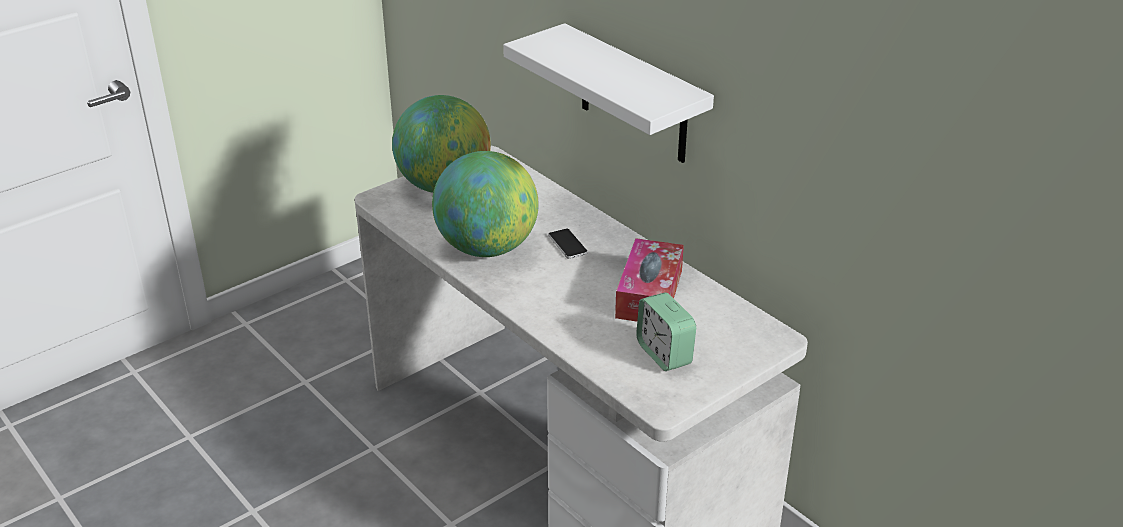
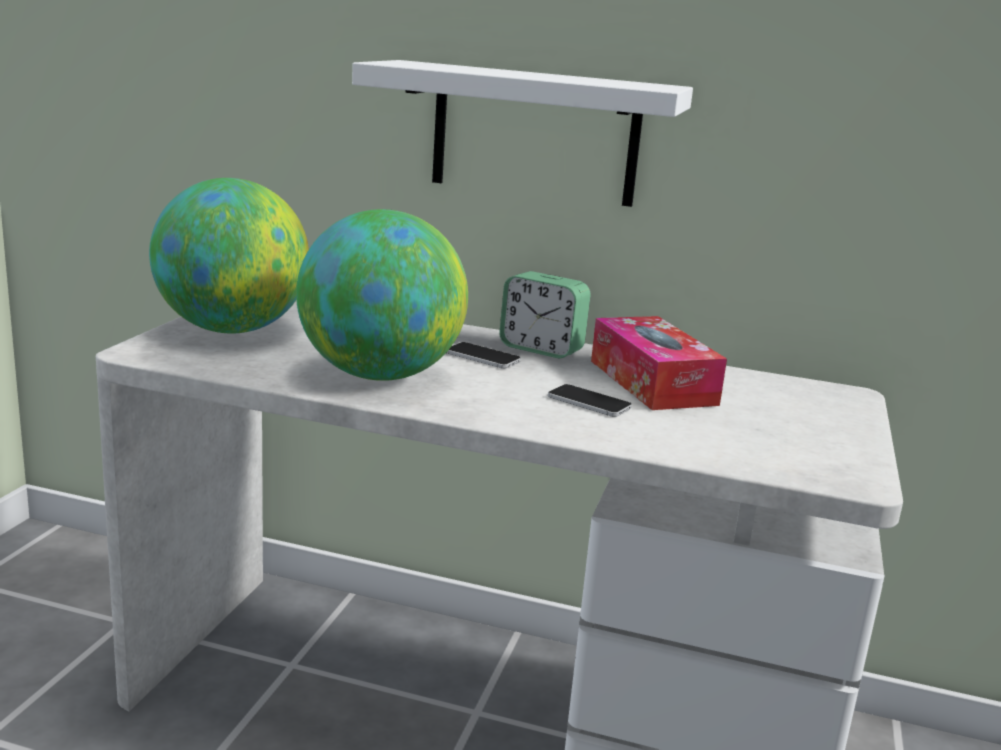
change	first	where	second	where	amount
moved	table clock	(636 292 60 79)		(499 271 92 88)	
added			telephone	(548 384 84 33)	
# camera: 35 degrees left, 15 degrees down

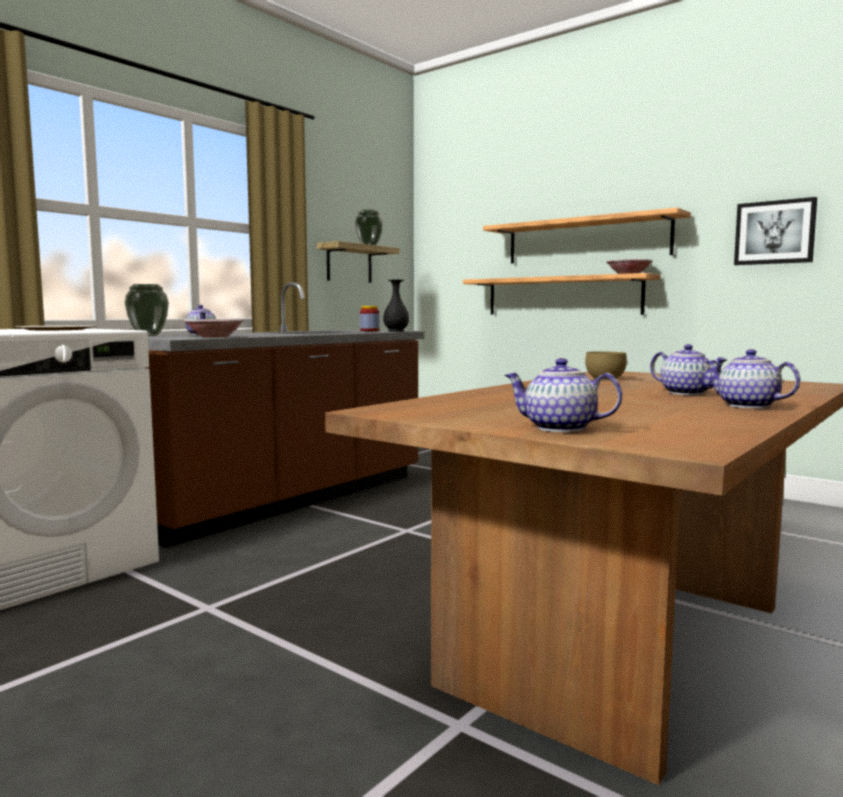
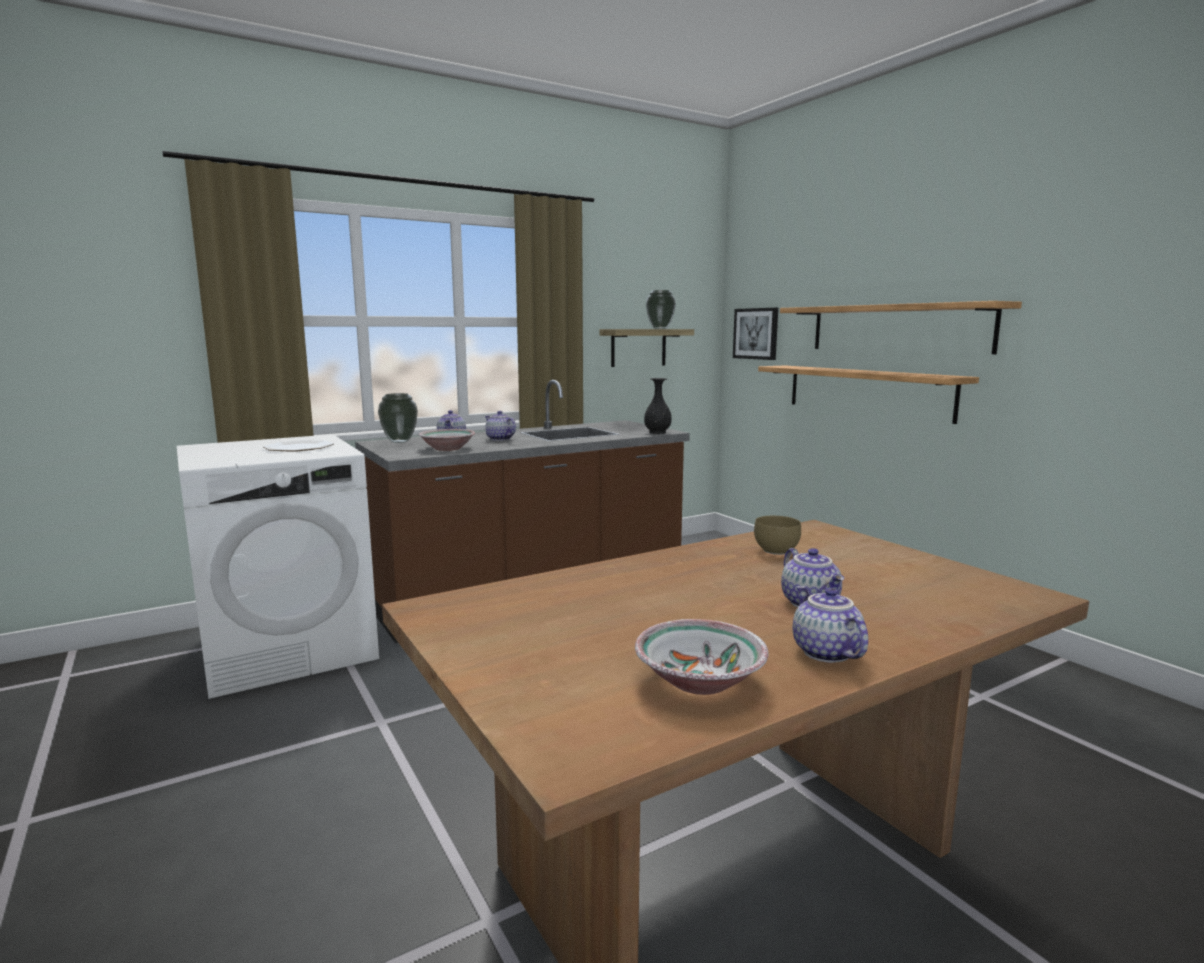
change	first	where	second	where	amount
moved	wall art	(734 197 83 68)		(733 308 45 52)	
moved	bowl	(606 259 47 15)		(635 619 134 76)	
removed	preserve jar	(360 306 20 25)			
moved	tea pot	(504 358 118 74)		(485 411 31 30)	
# camera: 20 degrees right, 5 degrees up

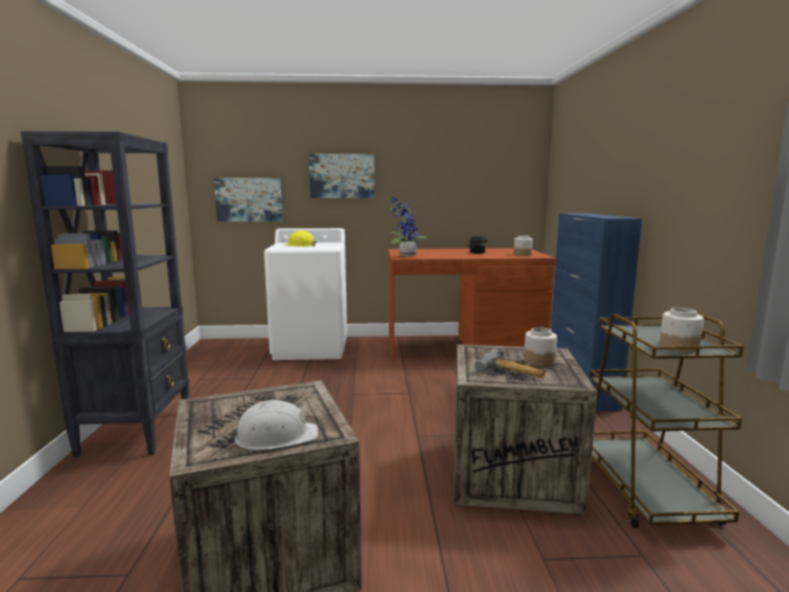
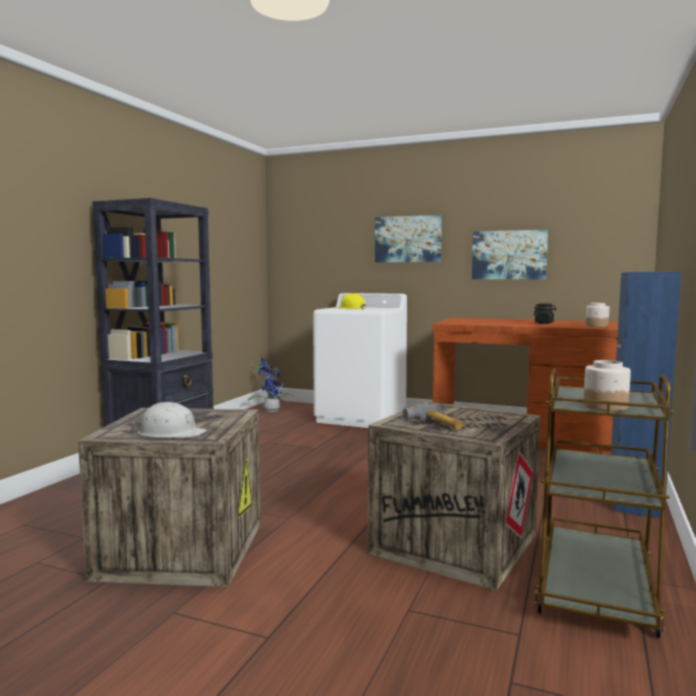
change	first	where	second	where	amount
moved	wall art	(214 178 68 44)		(472 230 76 49)	
moved	potted plant	(390 197 37 59)		(247 357 45 55)	
removed	preserve jar	(524 327 33 40)			
# camera: 25 degrees right, 5 degrees down

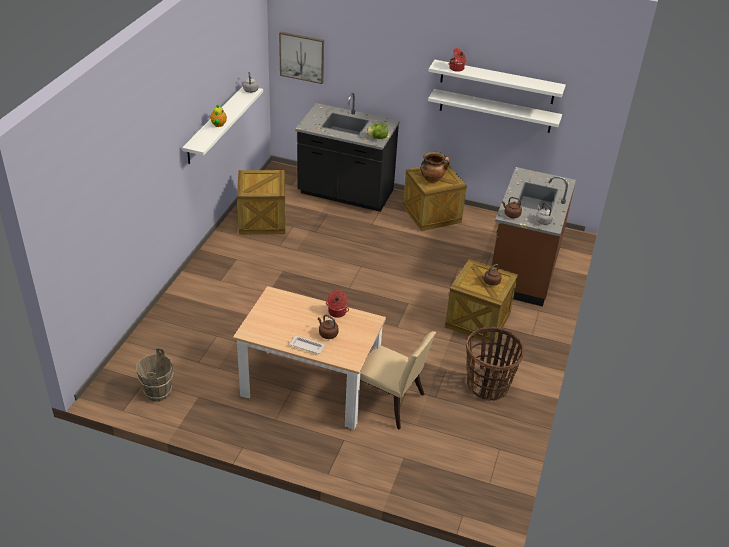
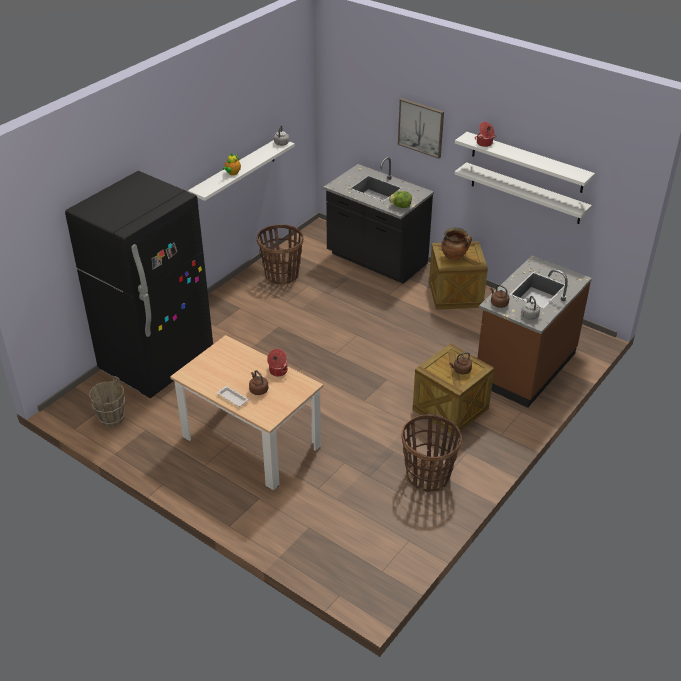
change	first	where	second	where	amount
moved	wall art	(279 32 45 52)		(398 98 46 61)	
replaced	crate	(237 170 48 65)	storage basket	(257 224 46 61)	
removed	beige plain chair	(360 331 76 99)			
added			blackish fridge	(65 171 148 227)	
# camera: 20 degrees right, 0 degrees up

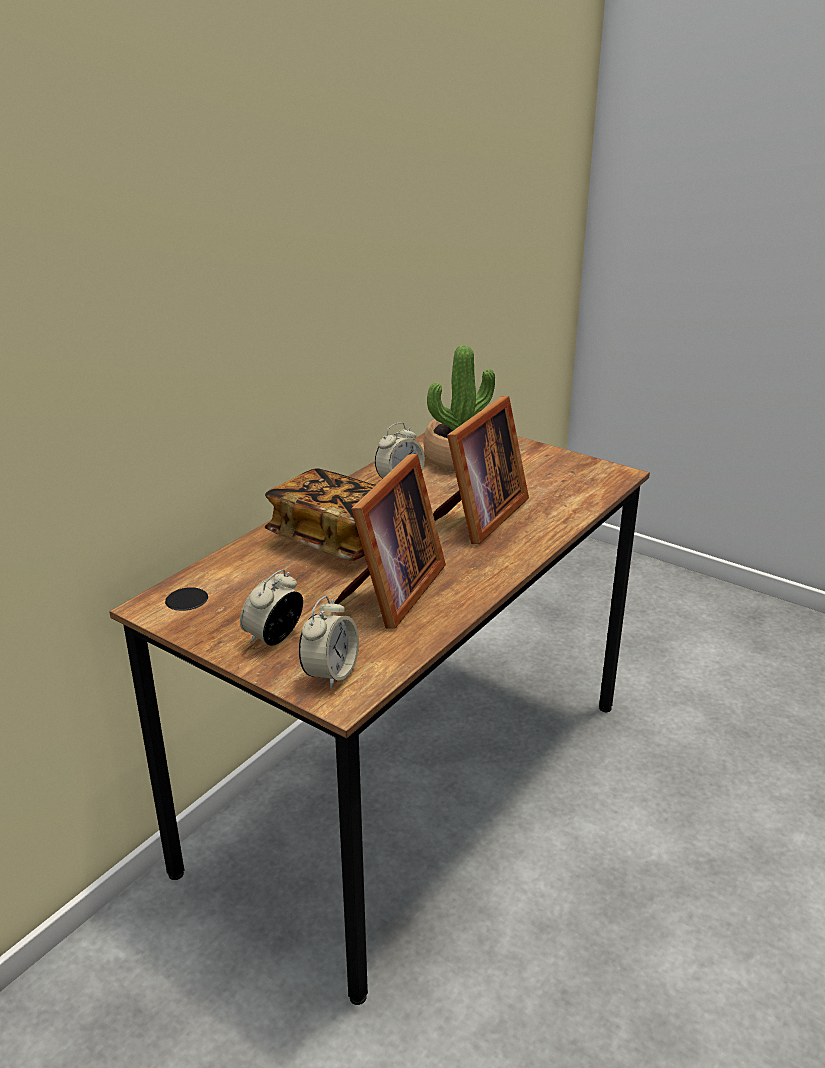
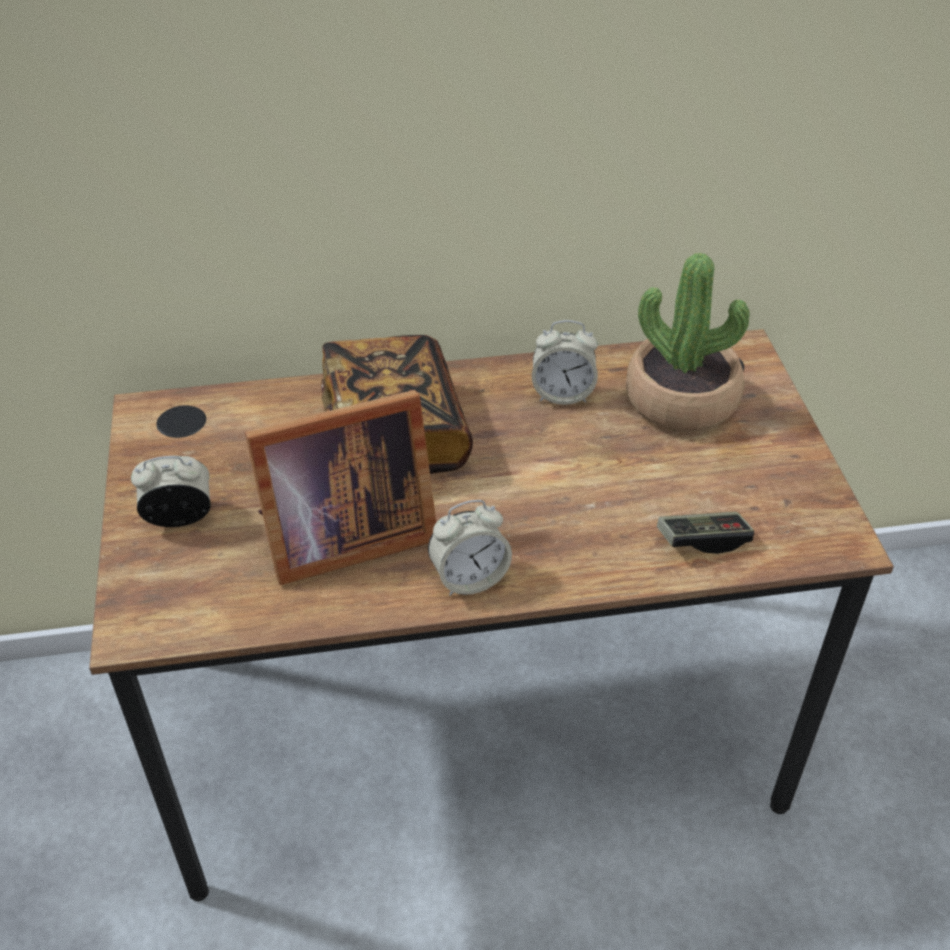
change	first	where	second	where	amount
removed	photo frame	(433 396 96 148)			
moved	table clock	(299 596 60 93)		(428 500 84 96)	
added			game controller	(657 512 97 42)	
# camera: 45 degrees right, 15 degrees up

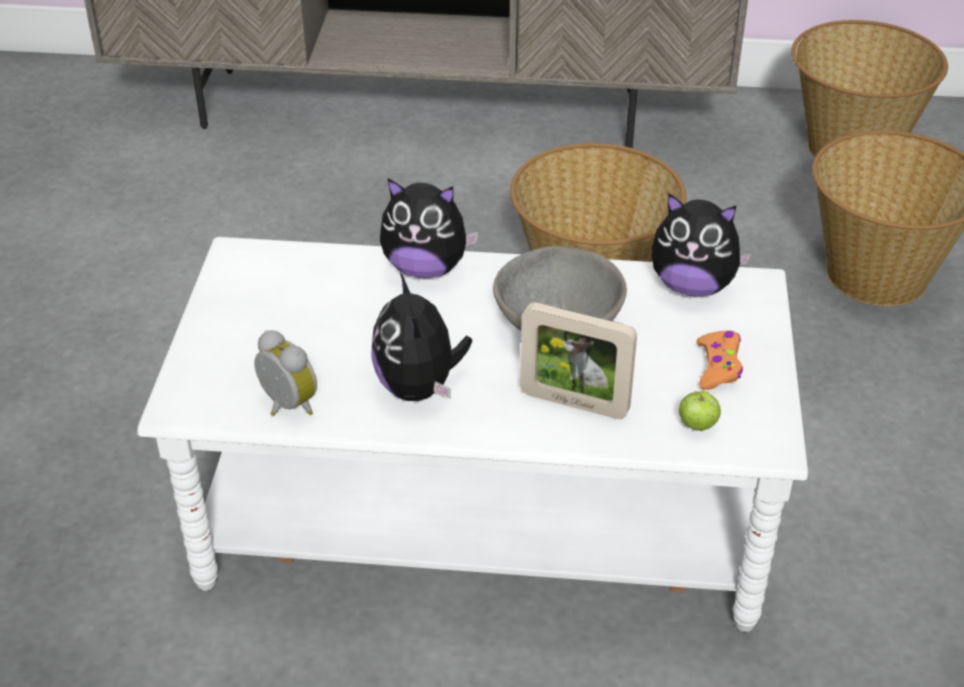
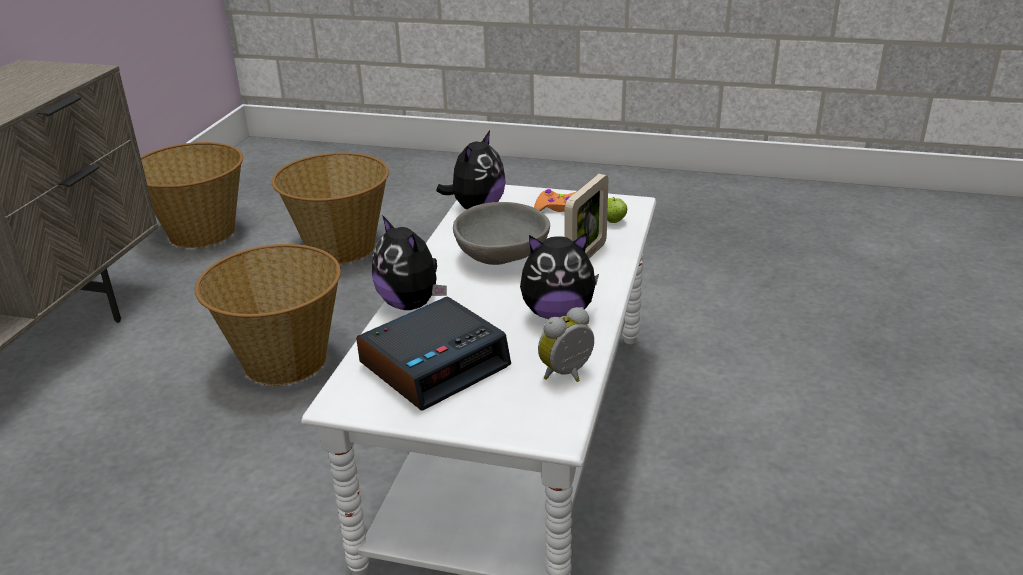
change	first	where	second	where	amount
turned	soft toy	(380 178 99 100)		(372 215 75 95)	120 degrees clockwise
added			table clock	(356 297 155 113)	
# camera: 80 degrees left, 10 degrees down

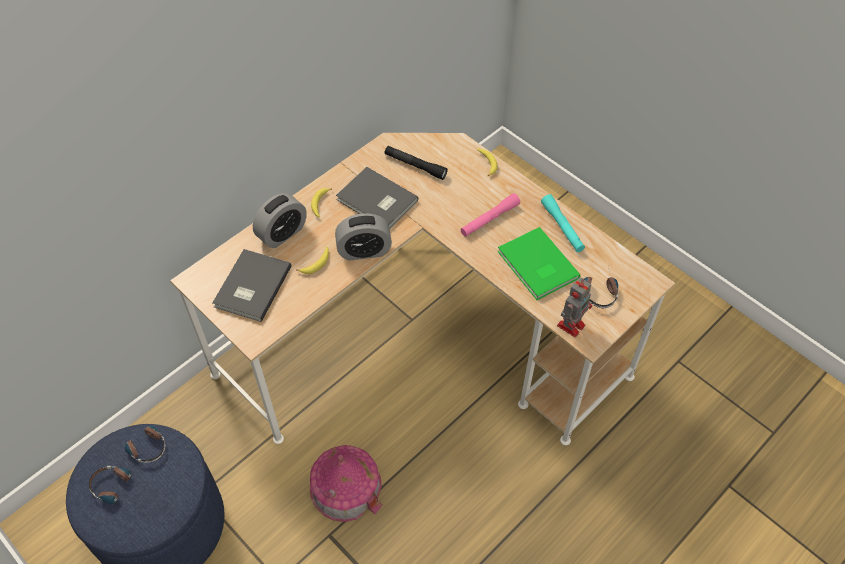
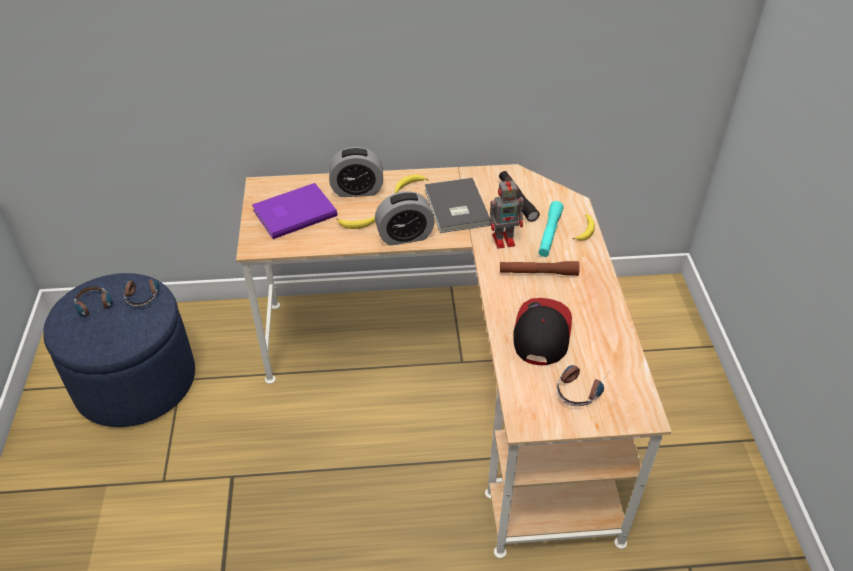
change	first	where	second	where	amount
recoloured	pinkish torch	(460 193 60 44)	brownish torch	(500 261 80 15)	
moved	blue-green torch	(541 194 44 58)		(538 201 26 56)	
turned	table clock	(335 213 57 48)		(375 191 60 55)	45 degrees counterclockwise
replaced	green-coloured volume	(498 227 82 73)	cap	(513 298 59 67)	
recoloured	grey volume	(212 249 80 73)	purplish volume	(252 183 85 56)	
moved	model robot	(557 277 35 60)		(490 176 33 73)	
removed	toy house	(310 445 73 77)			
# camera: 40 degrees right, 10 degrees down

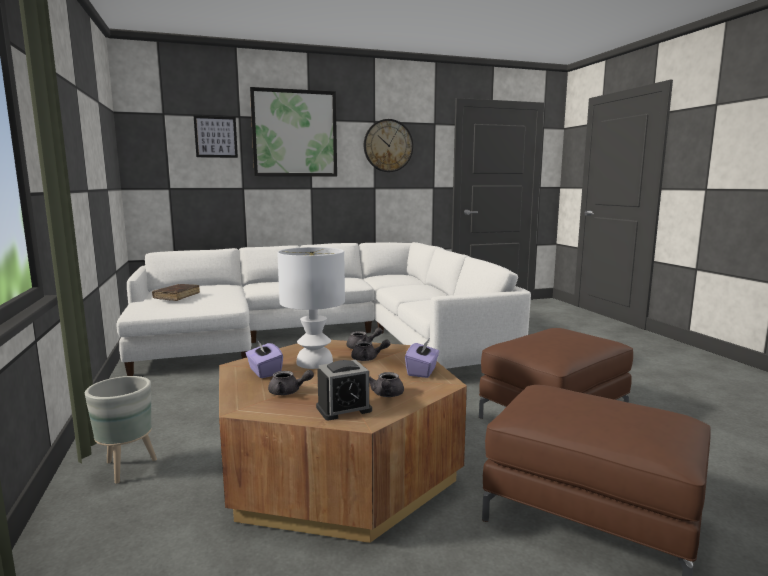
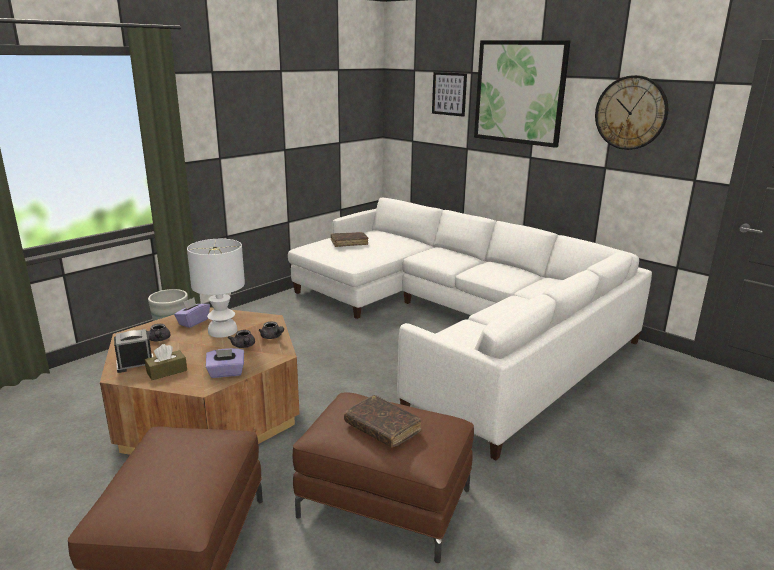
change	first	where	second	where	amount
turned	table clock	(316 360 56 60)		(114 329 39 44)	120 degrees clockwise
replaced	grey tea pot	(369 372 35 25)	brownish tissue holder	(145 344 42 36)	
added			brownish volume	(344 395 78 53)	
# camera: 60 degrees right, 10 degrees up

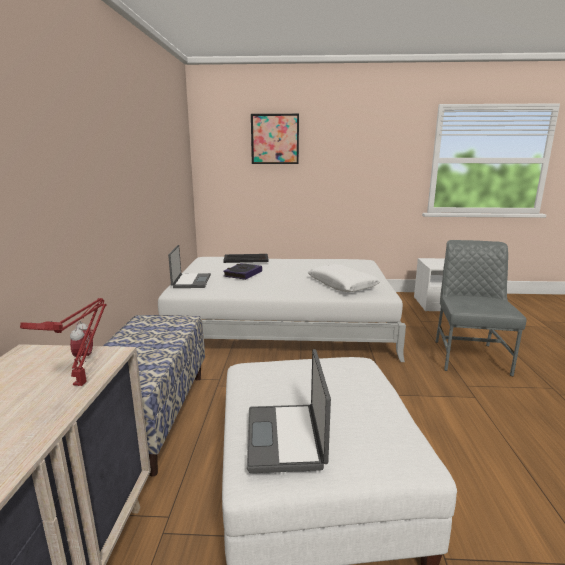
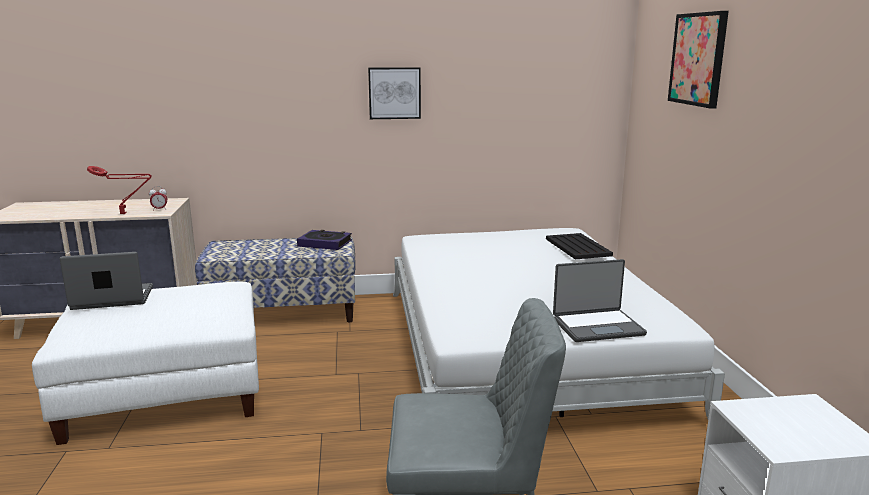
change	first	where	second	where	amount
moved	portable computer	(168 245 43 43)		(553 259 94 83)	
moved	volume	(223 263 39 17)		(297 230 55 20)	
removed	whitish cushion	(308 264 72 28)			
added			wall art	(368 67 53 52)	
# camera: 80 degrees right, 0 degrees up

